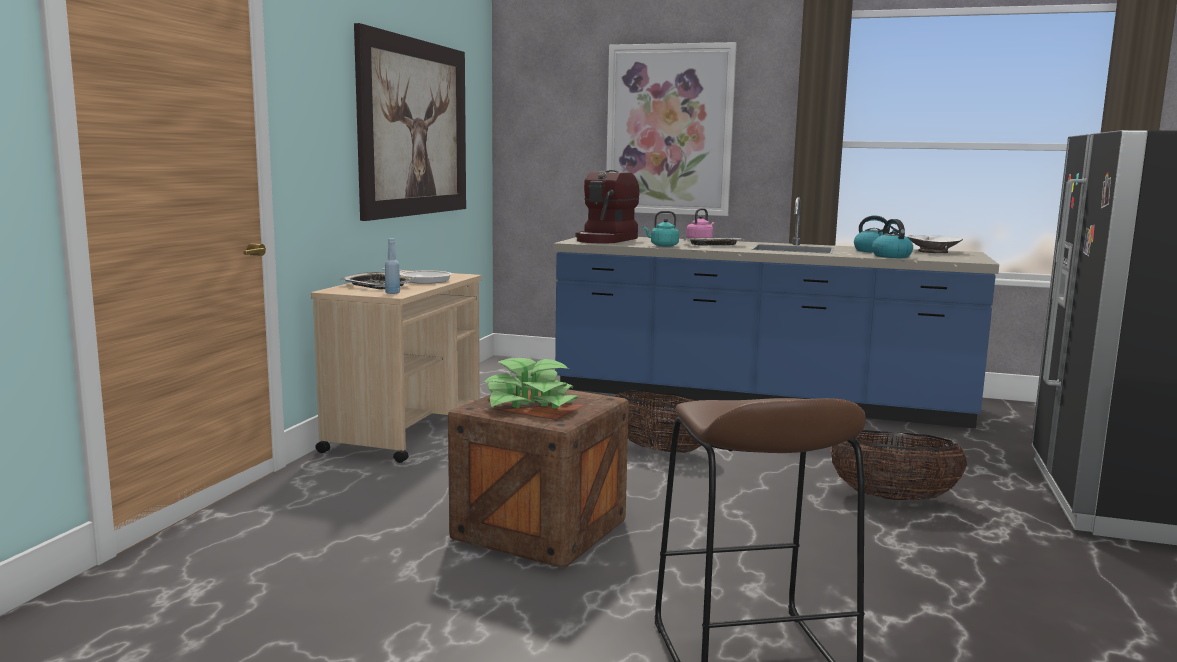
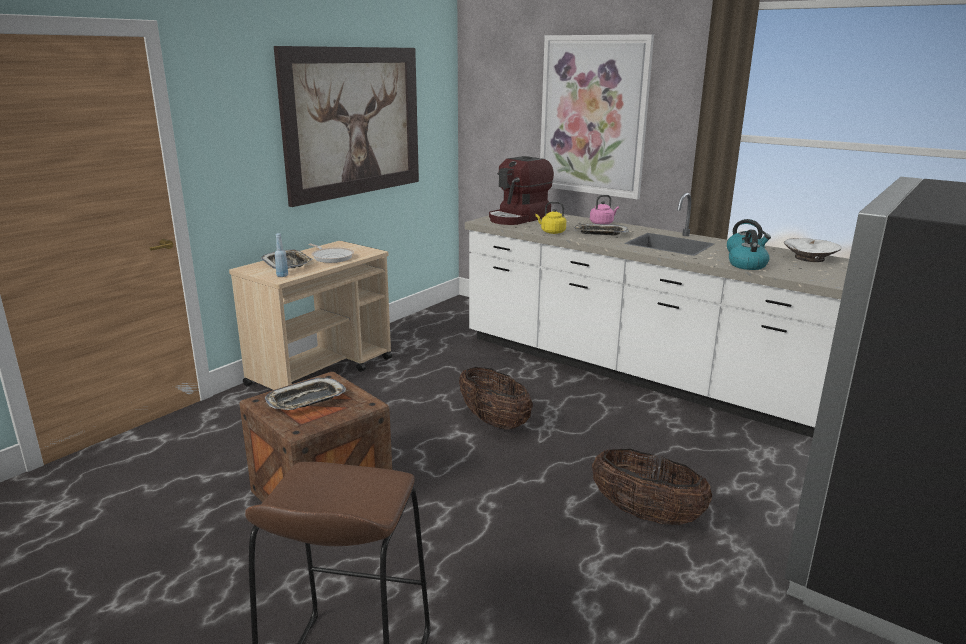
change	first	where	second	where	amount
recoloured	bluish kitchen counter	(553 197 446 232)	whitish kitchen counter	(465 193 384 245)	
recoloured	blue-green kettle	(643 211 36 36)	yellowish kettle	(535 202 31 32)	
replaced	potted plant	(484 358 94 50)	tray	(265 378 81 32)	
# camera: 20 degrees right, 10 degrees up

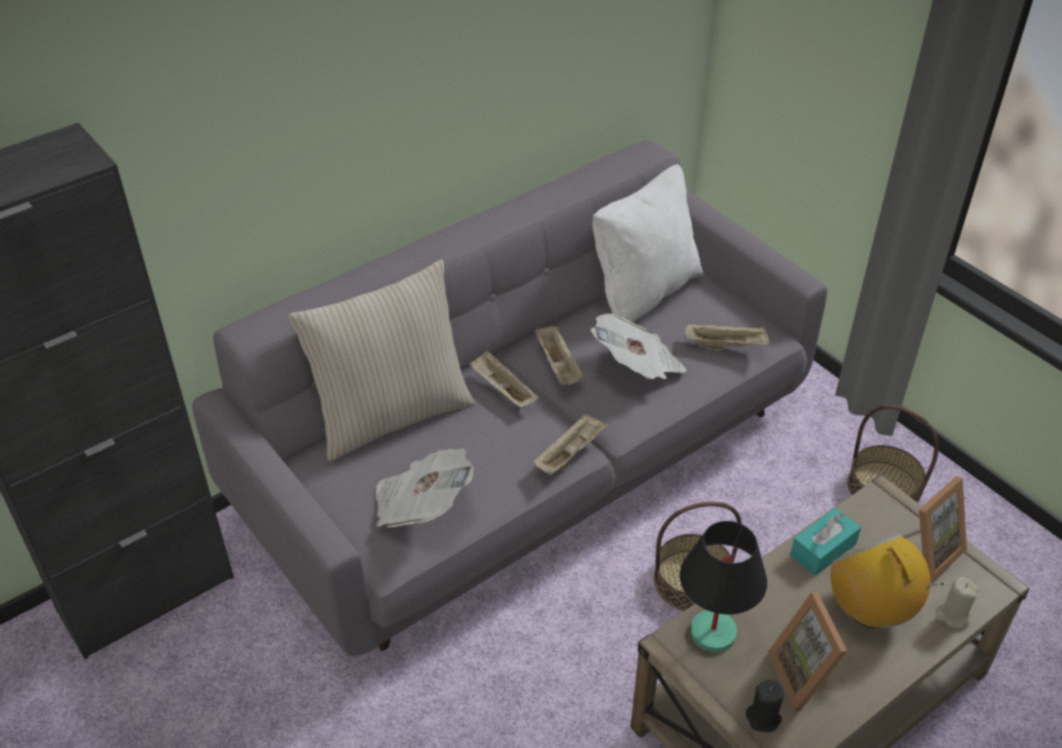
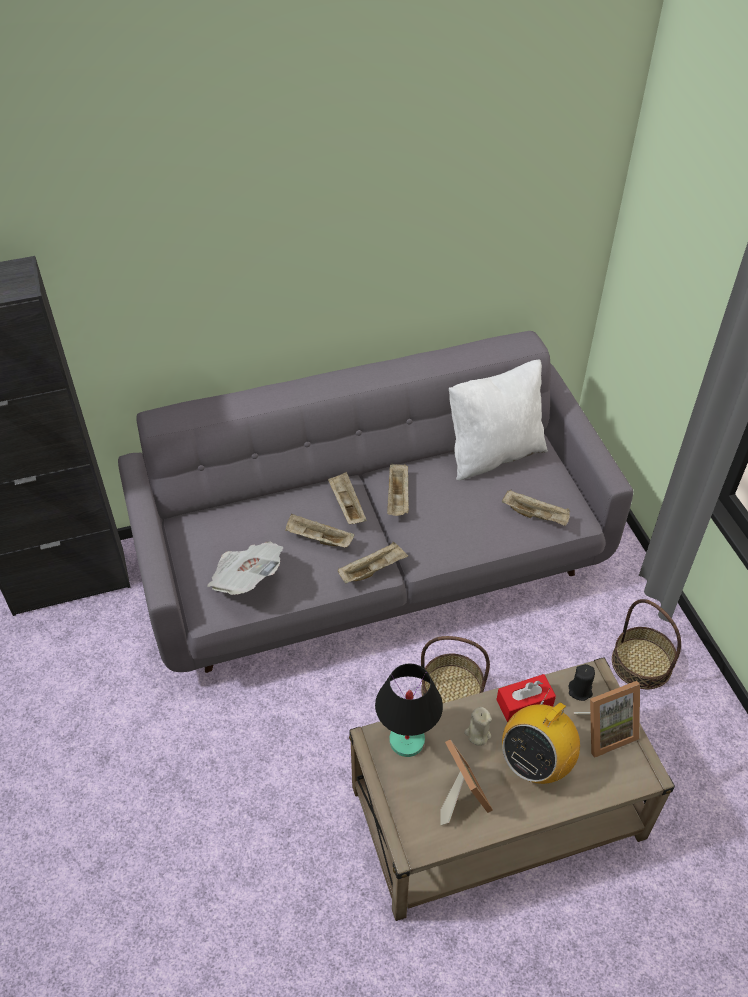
change	first	where	second	where	amount
removed	beige cushion	(288 260 187 201)			
removed	printed paper	(590 313 96 67)			
recoloured	blue-green tissue holder	(790 508 71 68)	reddish tissue holder	(497 674 59 48)	
turned	radio	(831 534 113 94)		(502 688 78 96)	135 degrees counterclockwise
moved	beige wax candle	(937 577 42 52)		(464 707 28 39)	
turned	photo frame	(768 592 80 119)		(440 739 53 86)	150 degrees clockwise
moved	blackish wax candle	(746 680 38 52)		(569 664 26 37)	
added			beige tray	(285 514 69 33)	
# camera: 20 degrees right, 5 degrees up

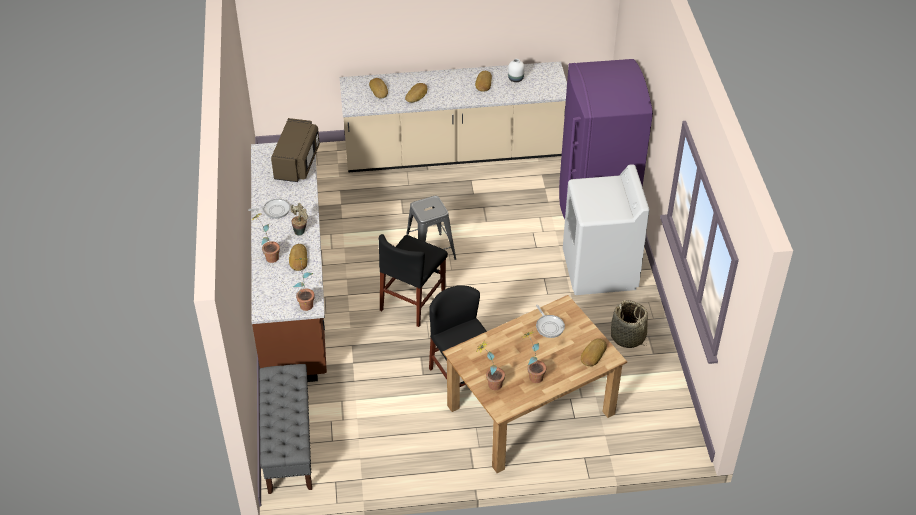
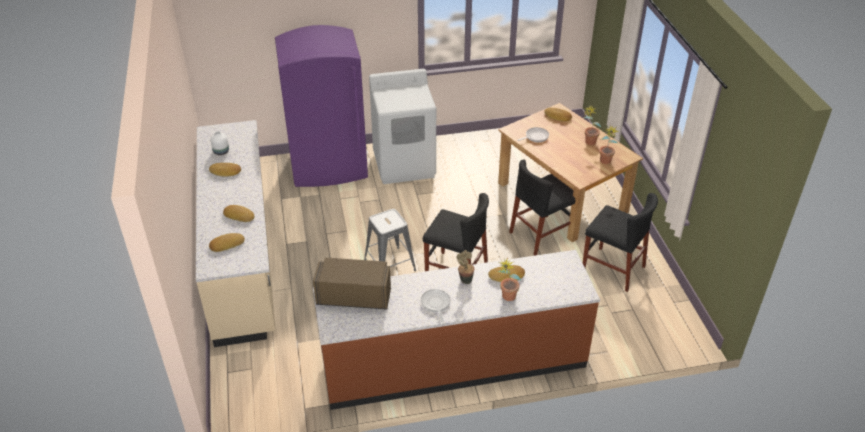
change	first	where	second	where	amount
removed	potted plant	(293 258 22 53)			
removed	storage basket	(611 300 37 48)			
removed	grey indoor bench	(260 364 52 130)			
added			blackish plain chair	(583 193 75 99)	
# camera: 95 degrees left, 5 degrees down

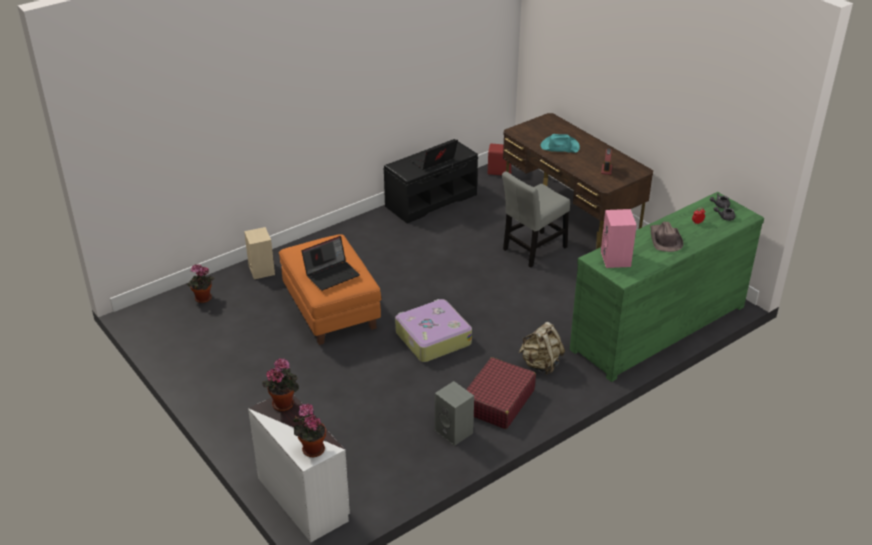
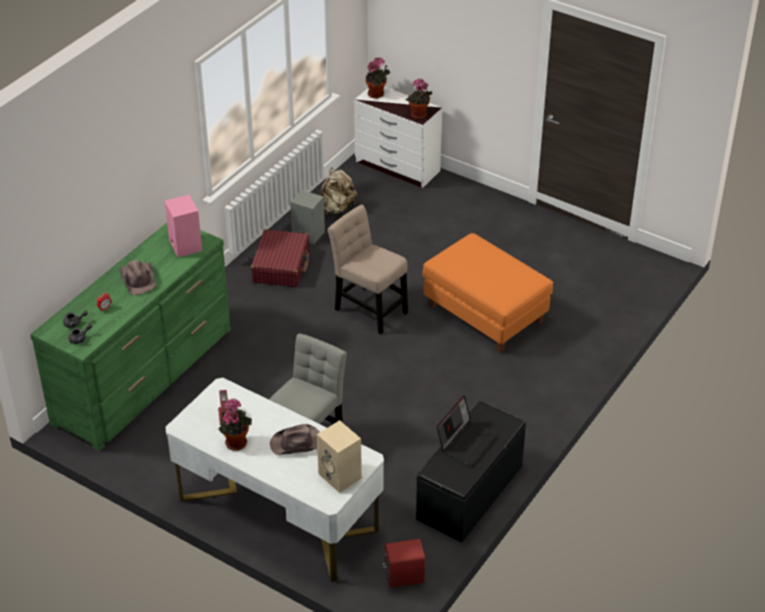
change	first	where	second	where	amount
recoloured	brownish desk unit	(503 113 150 136)	whitish desk unit	(166 378 218 204)	
recoloured	blue-green wearable hat	(540 134 40 19)	brownish wearable hat	(270 424 50 31)	
moved	beige audio speaker	(244 227 31 52)		(317 420 45 73)	
removed	portable computer	(301 236 59 55)			
moved	potted plant	(186 264 28 39)		(219 398 33 53)	
replaced	suitcase	(395 299 77 63)	beige plain chair	(328 205 80 129)	
moved	beige backpack	(519 322 46 53)		(321 167 36 48)	
# camera: 160 degrees right, 5 degrees up

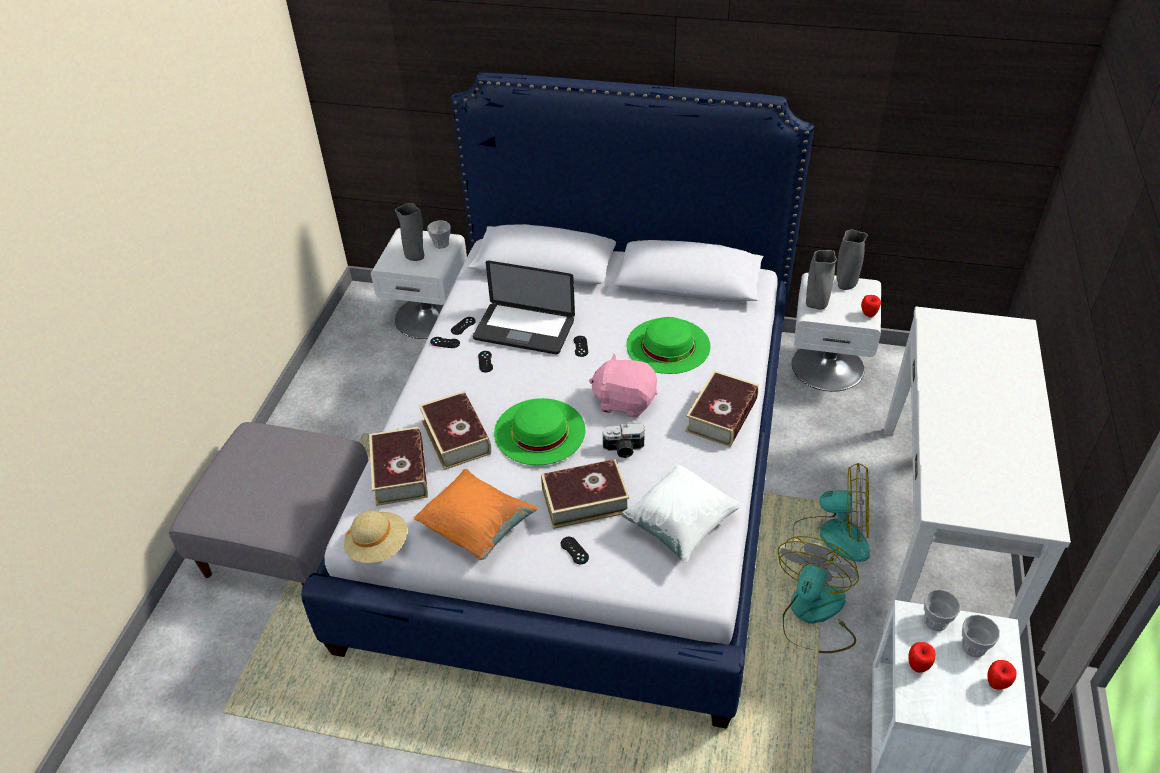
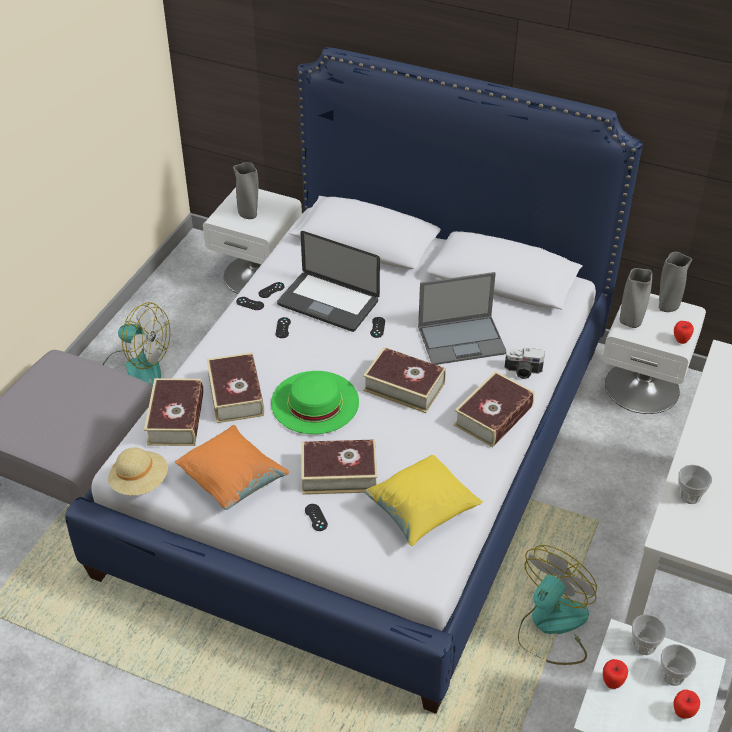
change	first	where	second	where	amount
moved	small cup	(427 221 23 28)		(678 465 34 39)	
replaced	green-coloured wearable hat	(626 317 84 57)	portable computer	(418 272 88 93)	
replaced	pinkish soft toy	(589 353 68 65)	volume	(363 347 83 66)	
moved	photo camera	(603 423 42 35)		(504 348 41 31)	
moved	electric fan	(793 463 77 106)		(102 302 68 83)	
recoloured	whitish cushion	(621 465 122 98)	yellowish cushion	(364 455 119 91)	
# camera: 10 degrees right, 0 degrees up

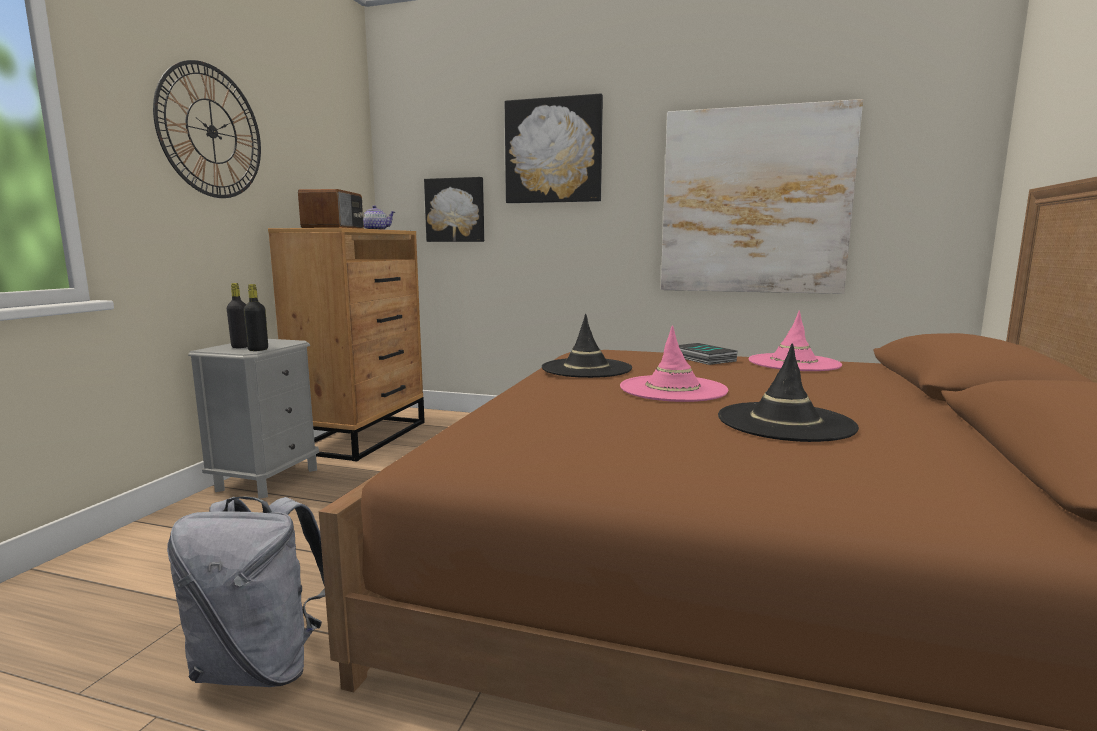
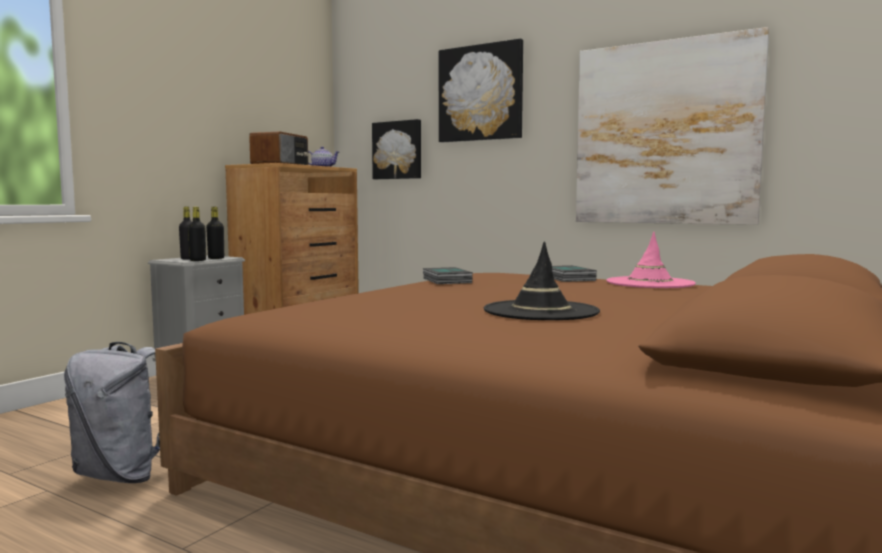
change	first	where	second	where	amount
removed	wall clock	(153 60 108 138)			
replaced	blackish wearable hat	(542 314 90 64)	volume	(423 267 50 17)	
removed	pinkish wearable hat	(620 325 108 77)			
added			blackish drink bottle	(206 207 18 52)	
# camera: 15 degrees right, 5 degrees down

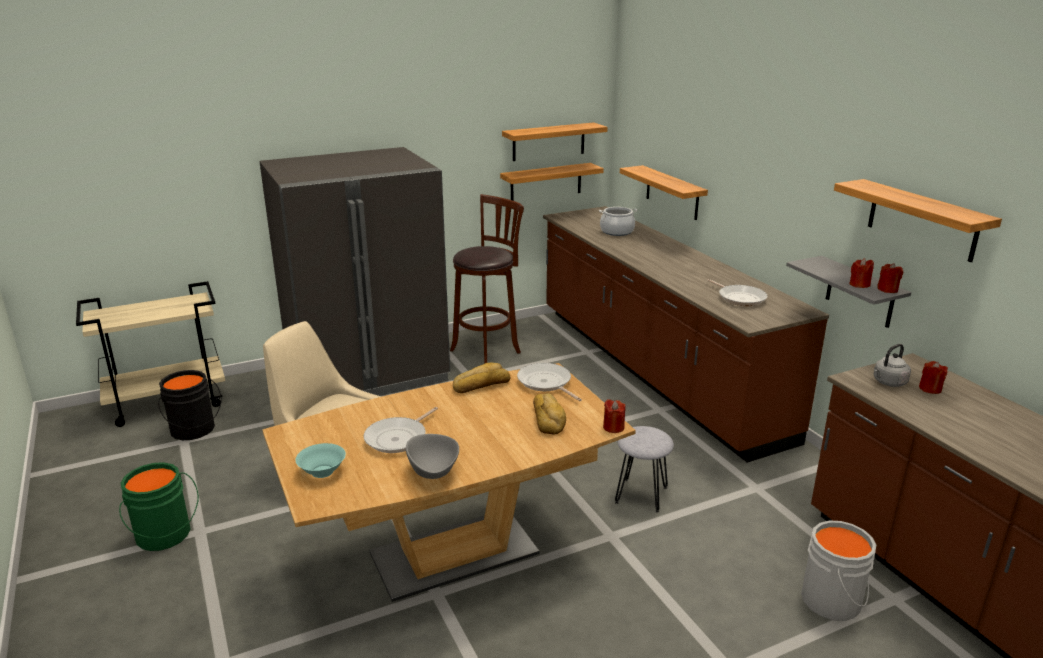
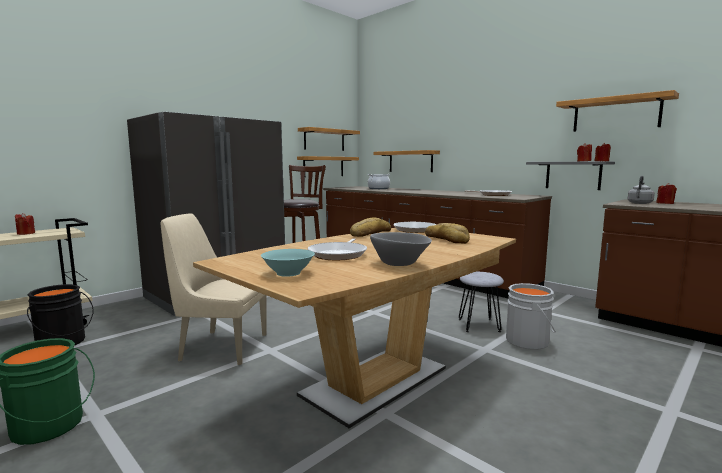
change	first	where	second	where	amount
moved	reddish wax candle	(603 399 22 34)		(15 213 20 22)	
moved	grey water bucket	(801 521 75 100)		(506 283 49 67)	
# camera: 20 degrees left, 15 degrees down

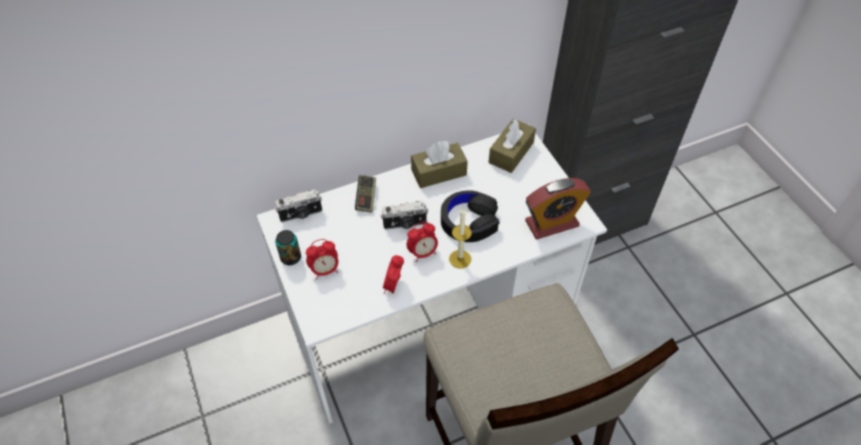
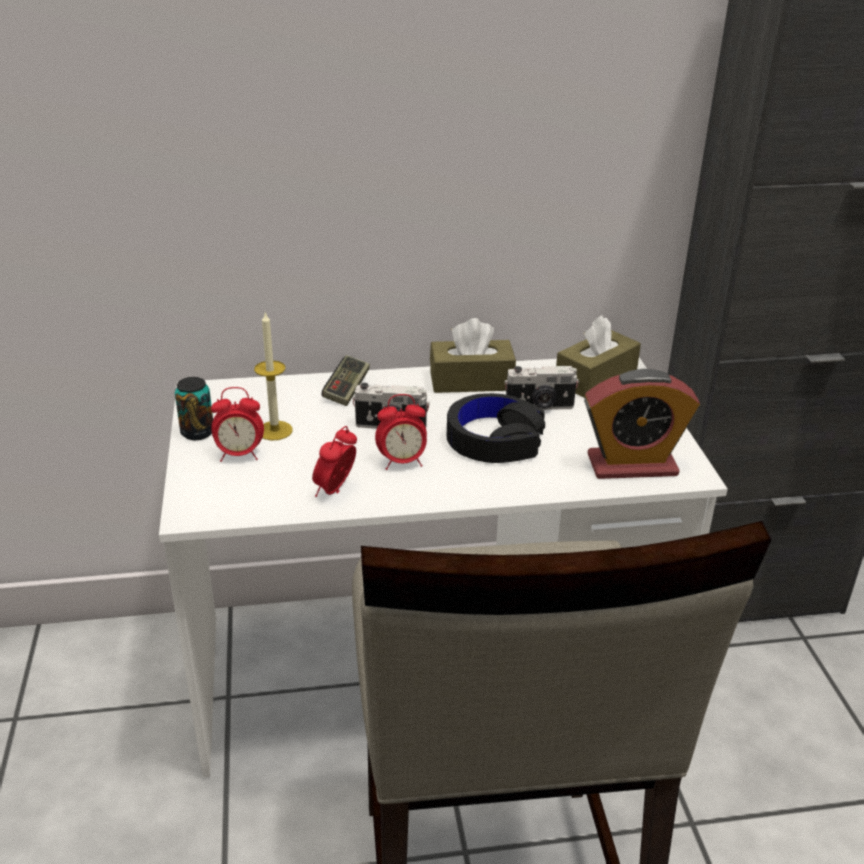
change	first	where	second	where	amount
moved	photo camera	(275 189 47 33)		(504 366 75 44)	
moved	wax candle	(449 208 23 60)		(254 313 39 127)	
# camera: 15 degrees right, 20 degrees down

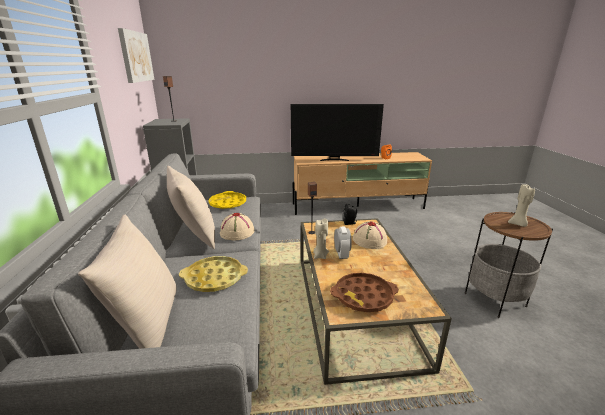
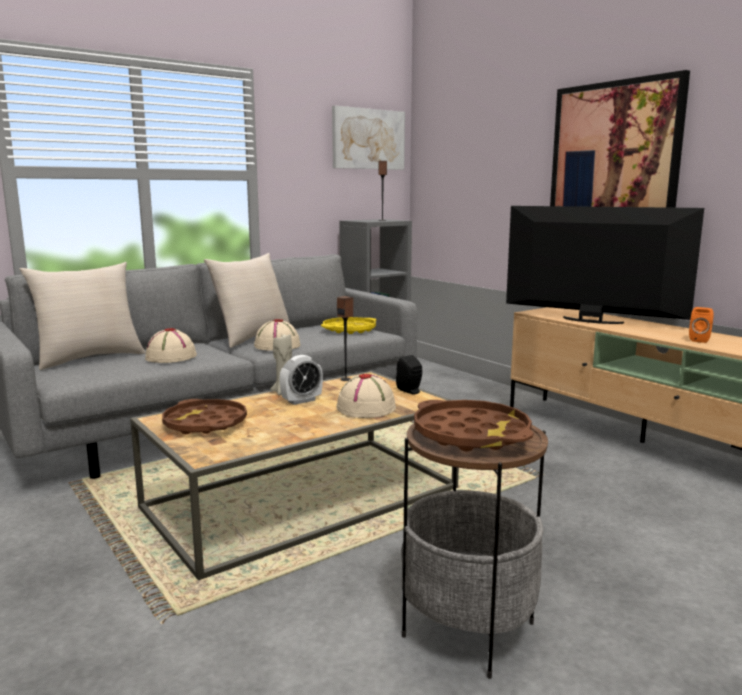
change	first	where	second	where	amount
turned	television	(291 104 93 57)		(506 206 198 118)	150 degrees clockwise
replaced	beige wax candle	(508 184 27 43)	brownish tray	(414 400 119 52)	
replaced	yellowish tray	(179 256 69 36)	beige wearable hat	(145 328 52 35)	
added			wall art	(550 70 140 138)	
# camera: 60 degrees right, 10 degrees down

